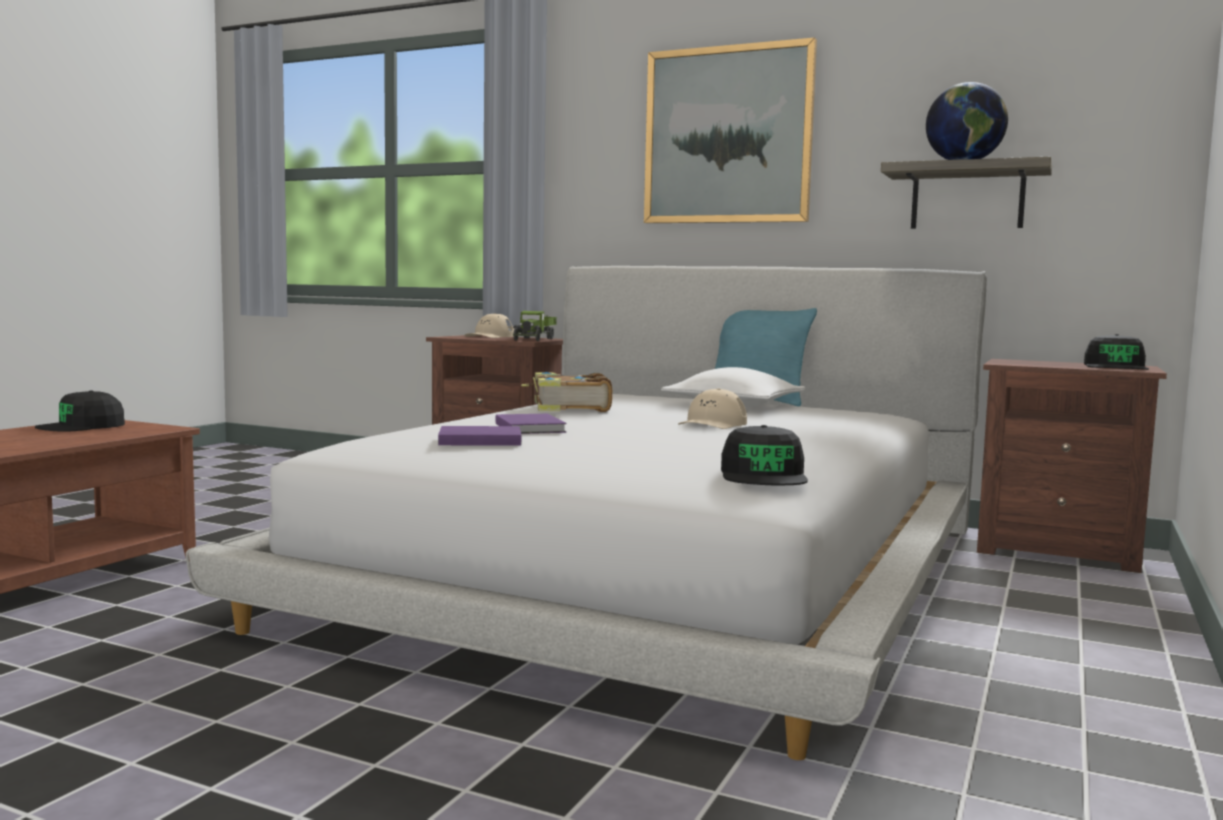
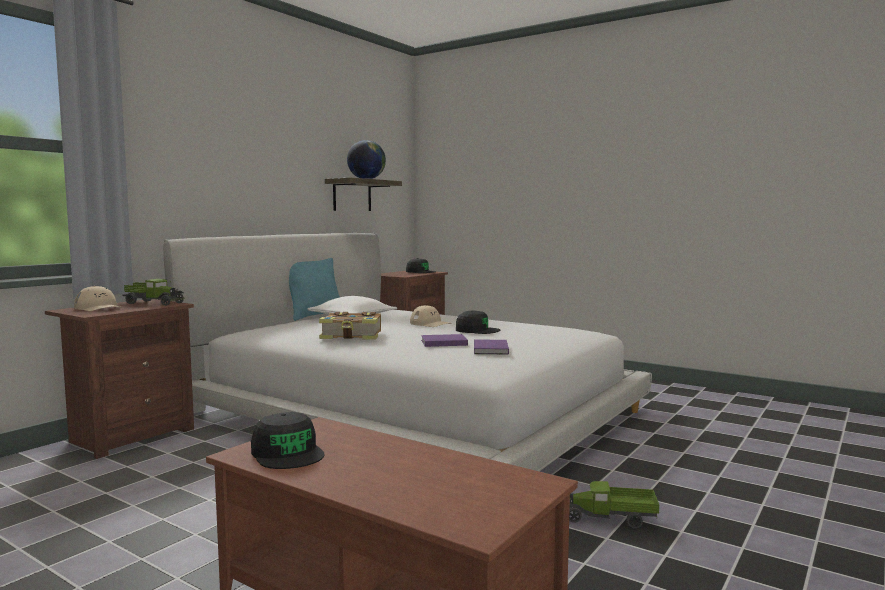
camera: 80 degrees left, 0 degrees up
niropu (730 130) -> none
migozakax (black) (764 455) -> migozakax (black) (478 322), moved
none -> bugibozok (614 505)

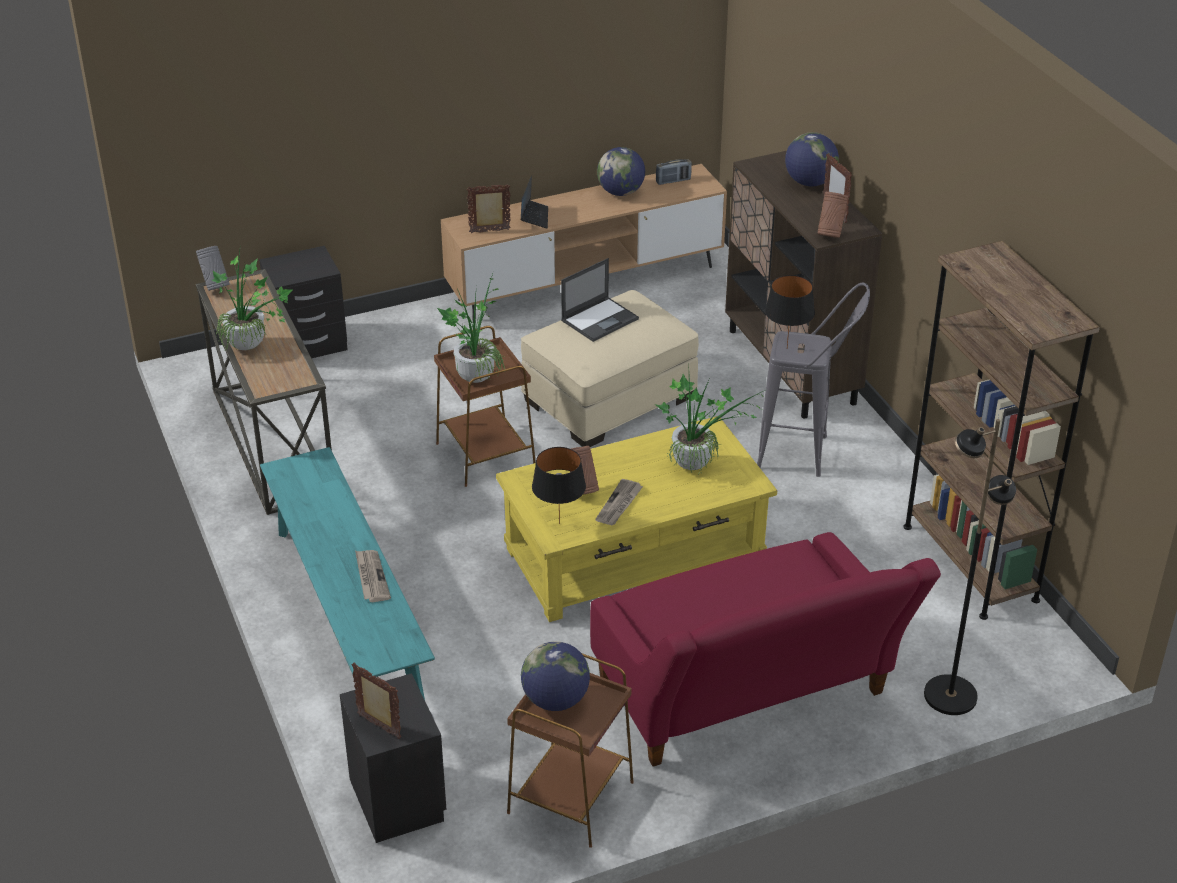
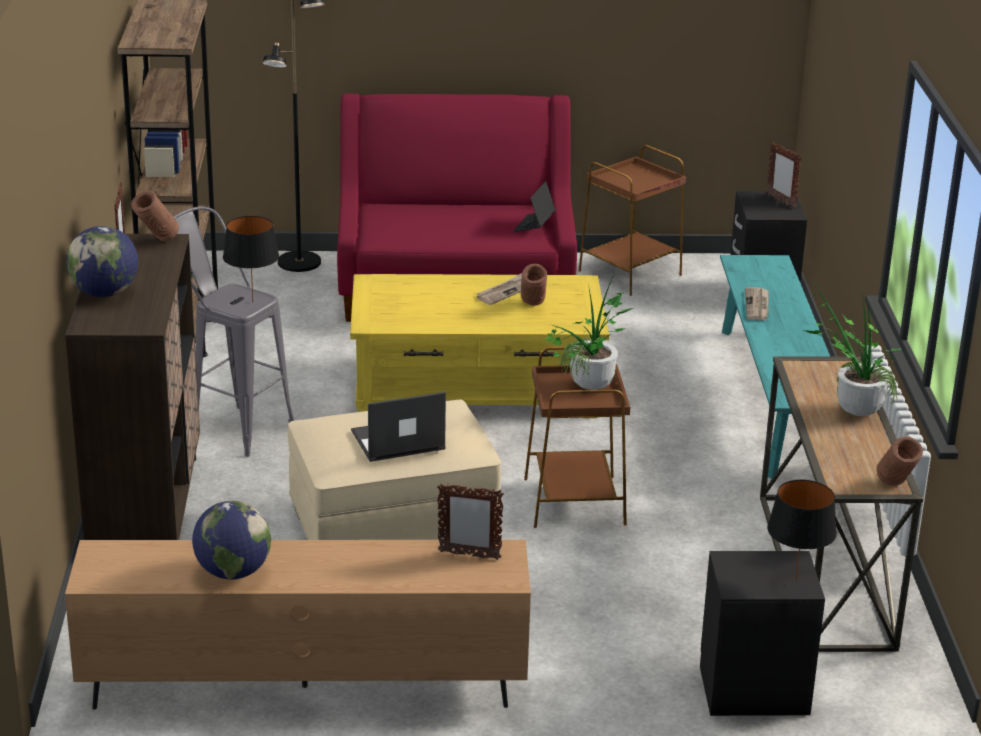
camera: 160 degrees left, 10 degrees down
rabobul (674 172) -> none
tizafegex (534 202) -> tizafegex (534 206), moved
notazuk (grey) (213 268) -> notazuk (brown) (899 461)
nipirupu (710 423) -> none
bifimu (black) (559 485) -> bifimu (black) (802 531), moved
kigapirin (555 676) -> none

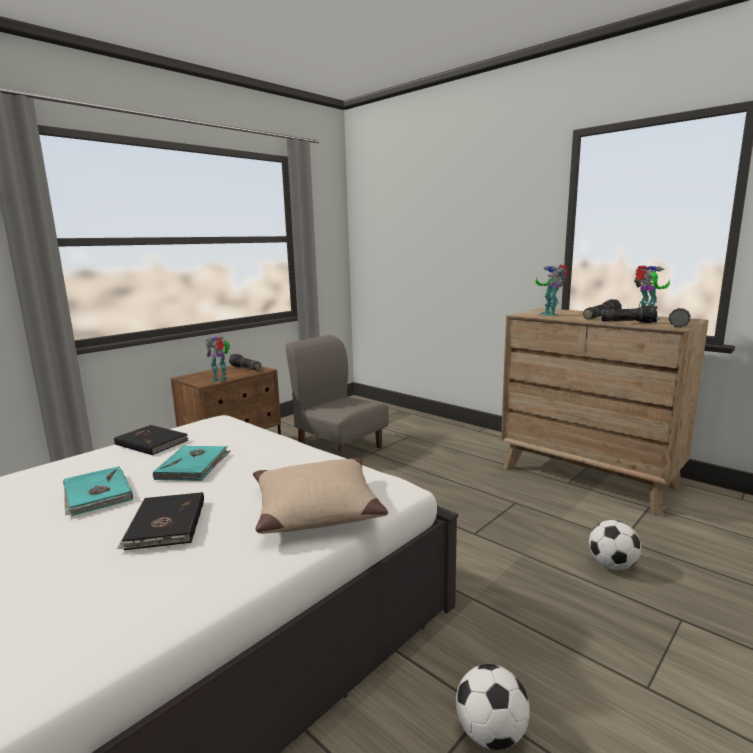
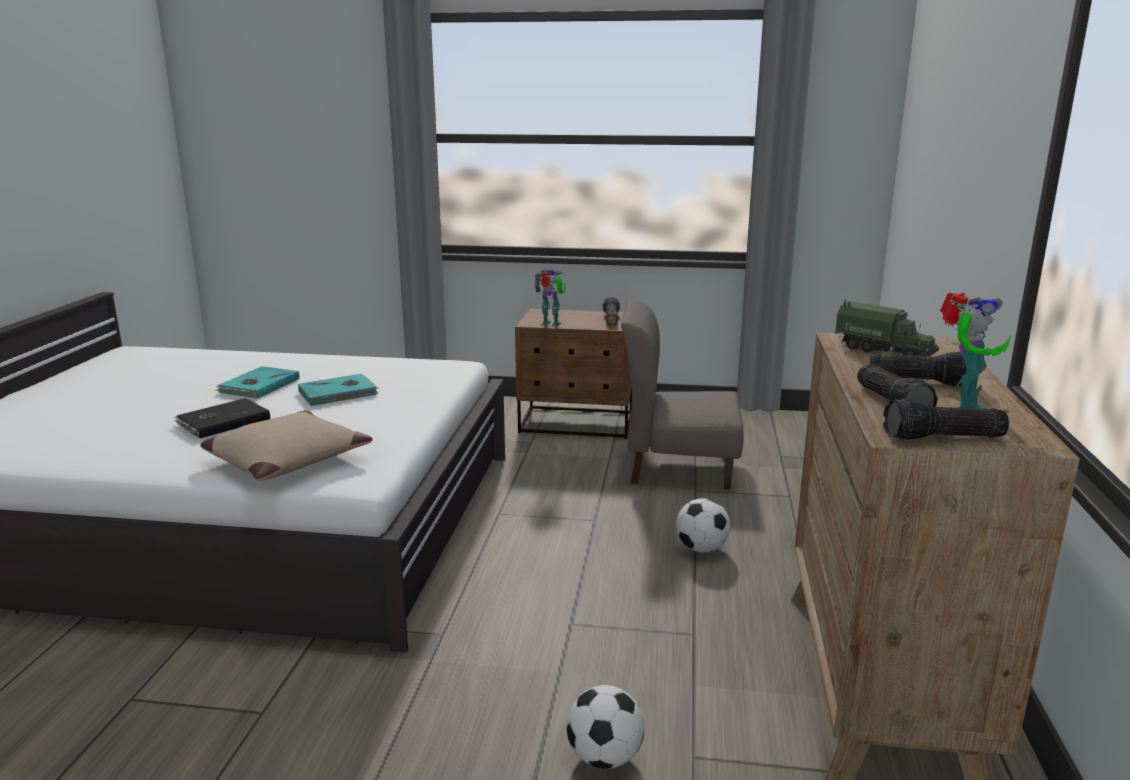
camera: 55 degrees right, 5 degrees up
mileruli (552 290) -> bugibozok (887 327)
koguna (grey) (337 396) -> koguna (grey) (682 394), 90 degrees counterclockwise
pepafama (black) (151 440) -> none
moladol (493 707) -> moladol (703 525), moved

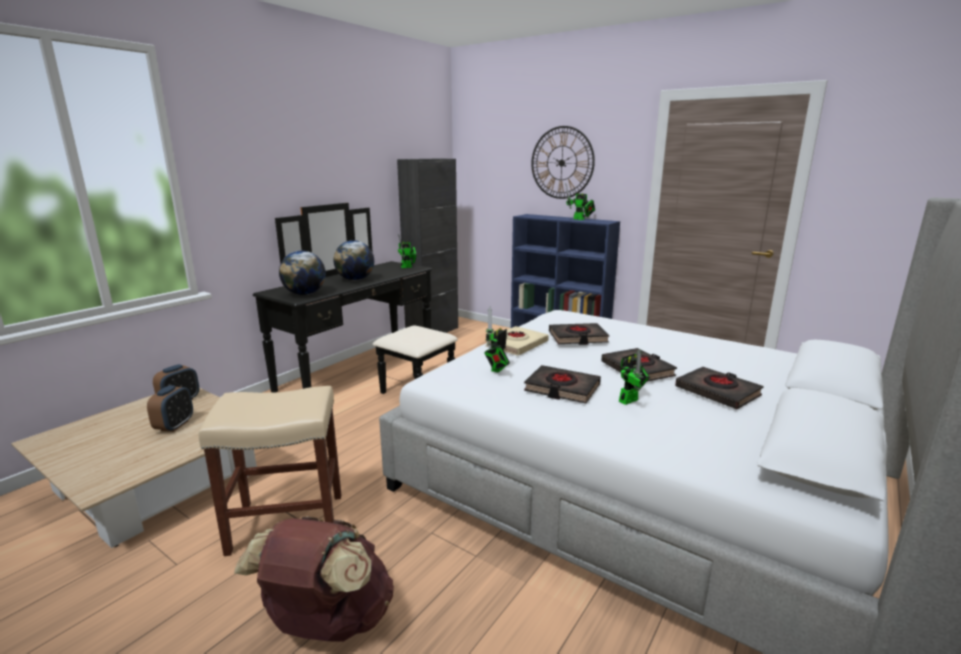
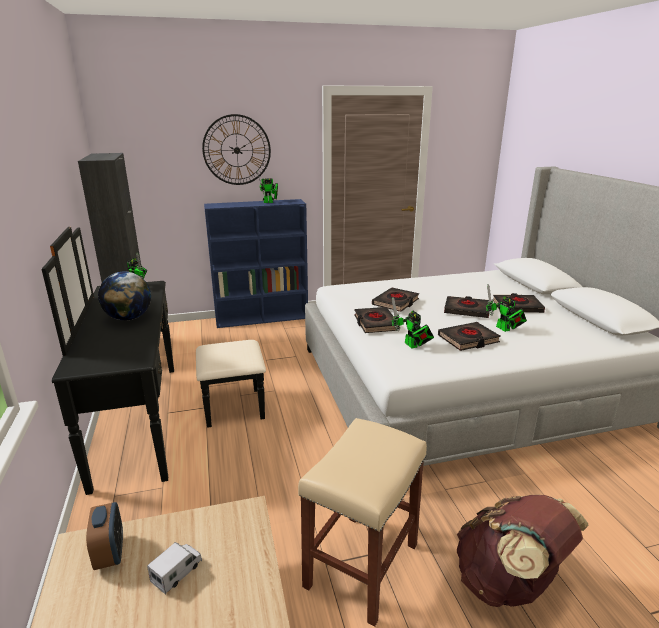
camera: 50 degrees left, 5 degrees up
kigapirin (302 273) -> none
pepafama (beige) (517 341) -> pepafama (black) (376 320)
mileruli (634 377) -> mileruli (506 308), 150 degrees clockwise
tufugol (170 408) -> bugibozok (174 568)

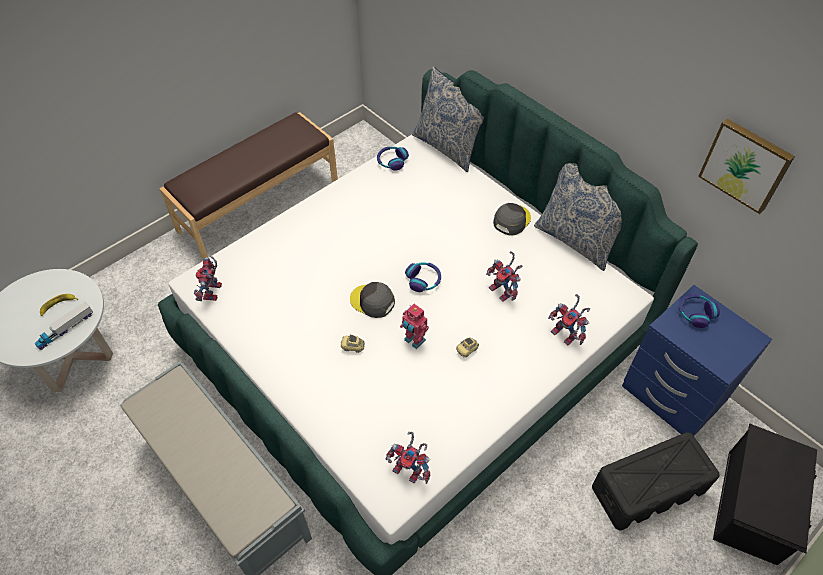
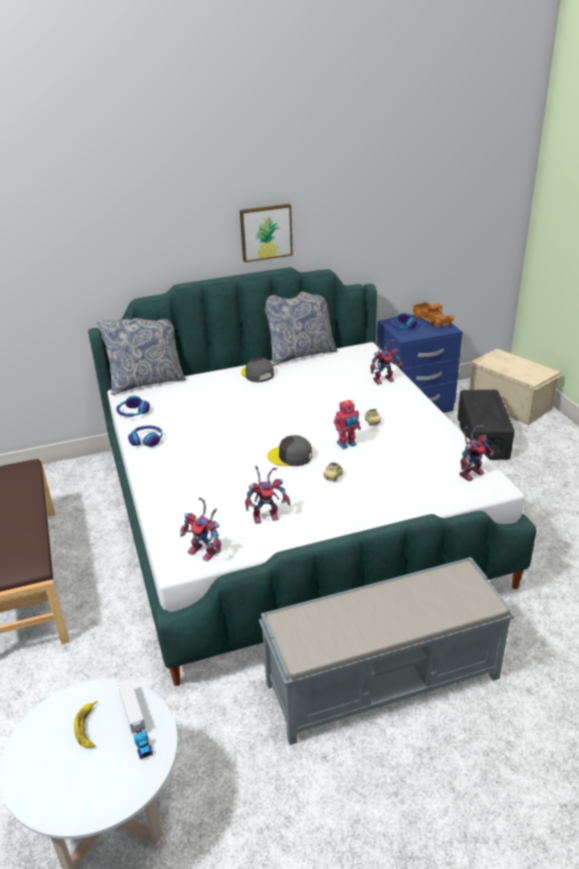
camera: 65 degrees left, 20 degrees down
niropu (746 166) -> niropu (266 233), moved
mileruli (504 276) -> mileruli (267 495), moved
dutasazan (423 277) -> dutasazan (145 436), moved
migozakax (grey) (372 300) -> migozakax (grey) (289 450), 45 degrees clockwise
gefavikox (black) (765 494) -> gefavikox (beige) (516 387)
none -> bugibozok (433 315)

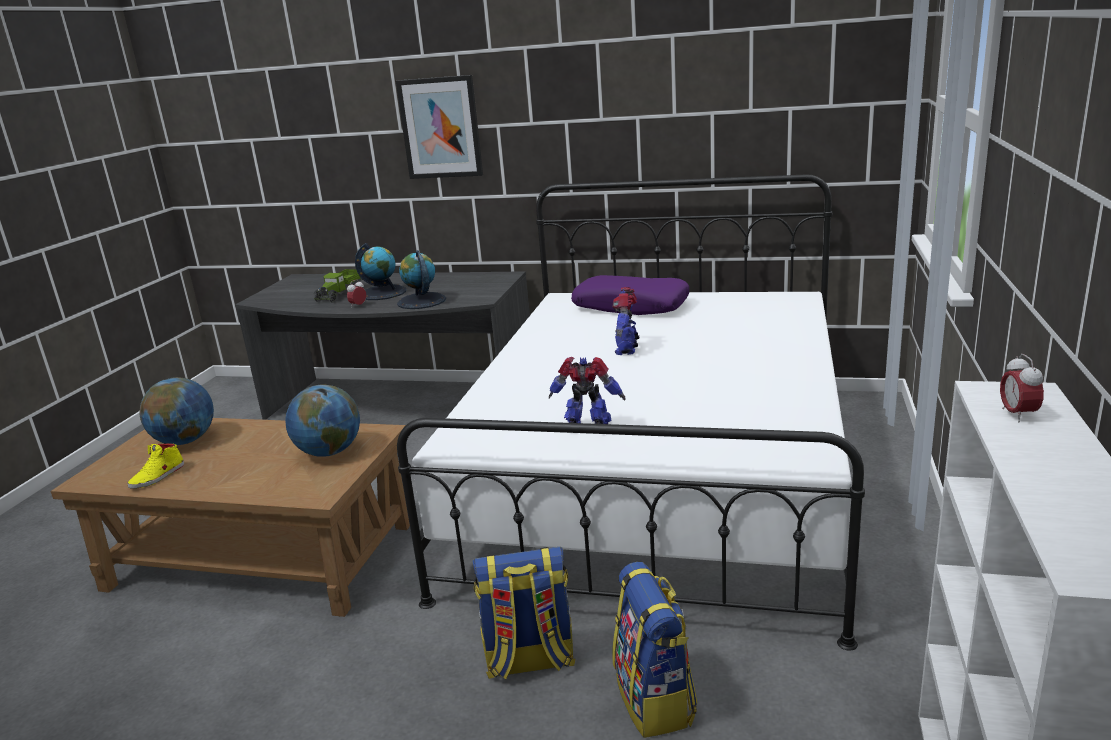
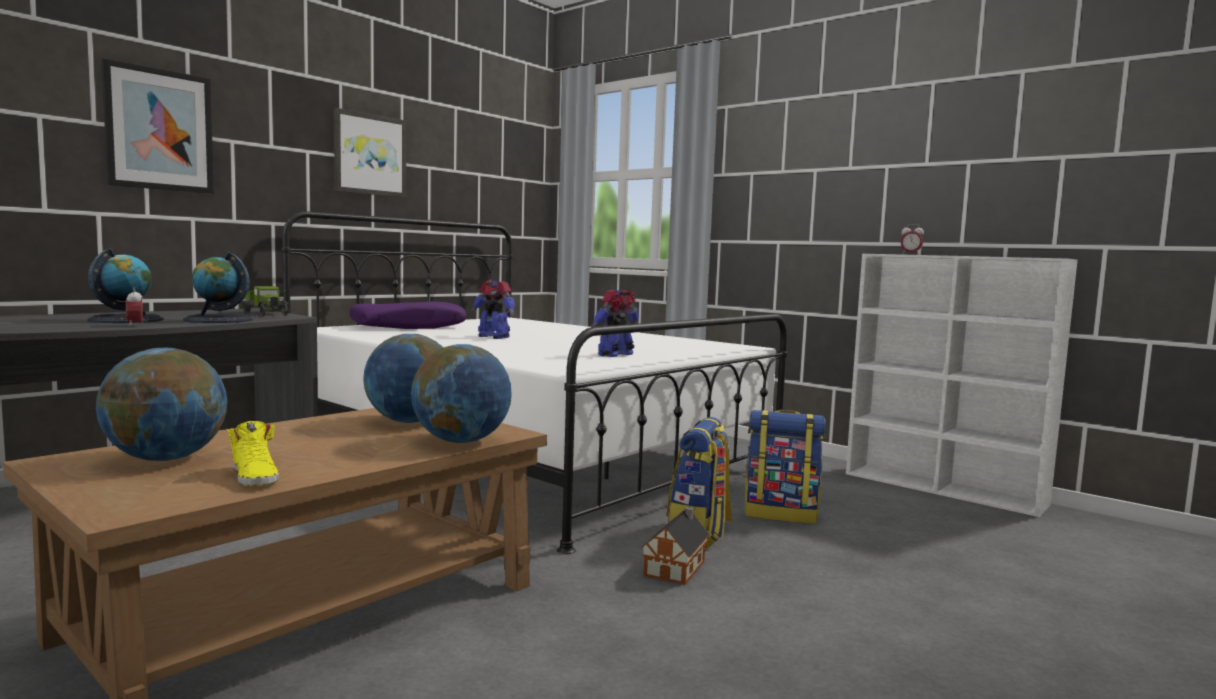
camera: 65 degrees left, 15 degrees down
bugibozok (337 286) -> bugibozok (265 301), moved
none -> niropu (370 153)
none -> kigapirin (461 393)
none -> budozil (675 545)

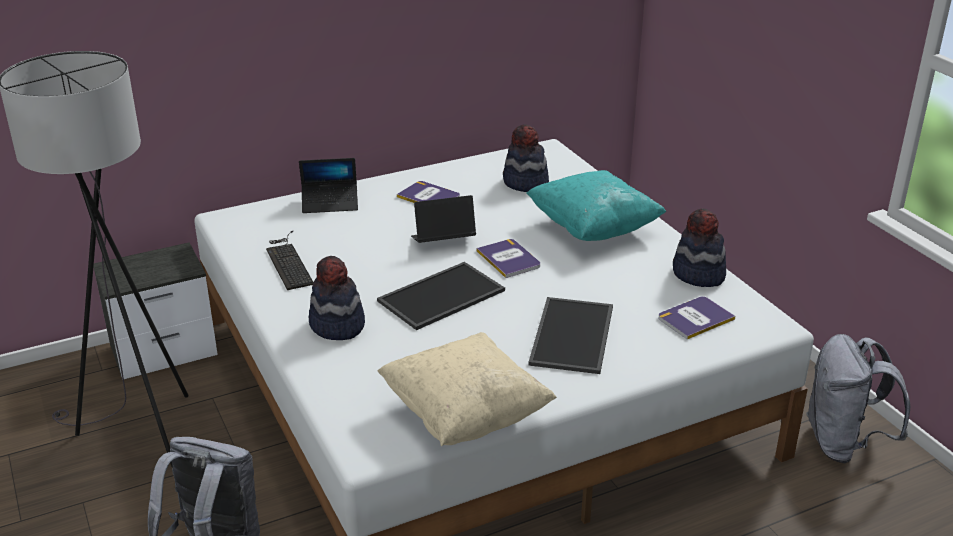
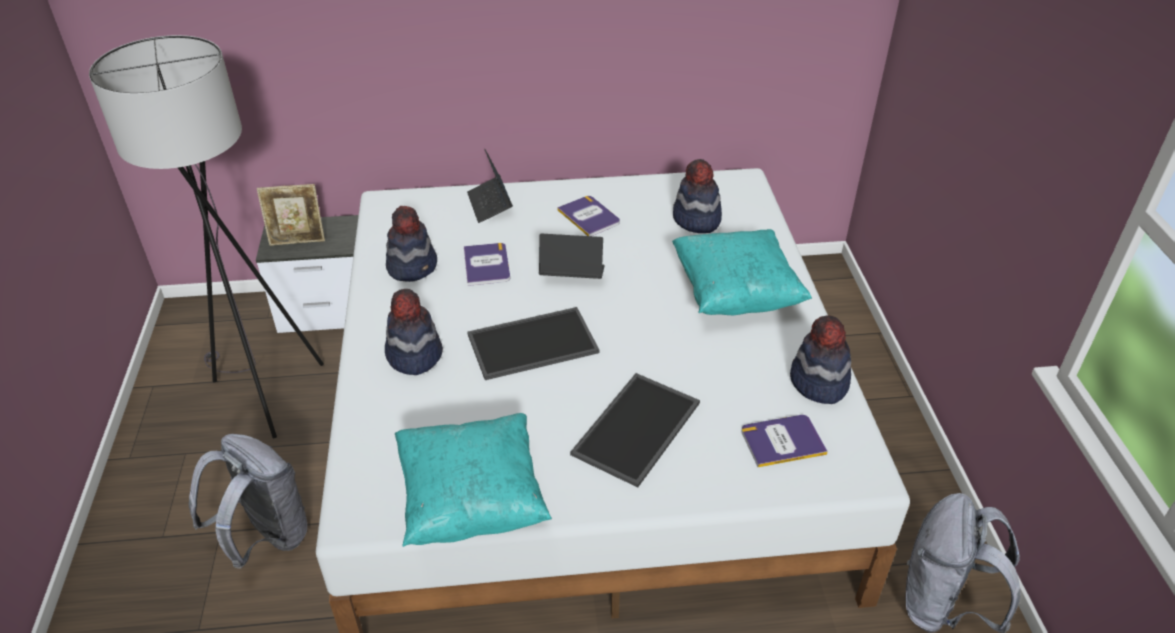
camera: 20 degrees right, 10 degrees up
tizafegex (328 185) -> tizafegex (490 186), 60 degrees clockwise
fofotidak (290 260) -> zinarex (411 244)
pepafama (508 258) -> pepafama (487 264), moved
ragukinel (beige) (467 389) -> ragukinel (turquoise) (473 480)
none -> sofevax (291 215)

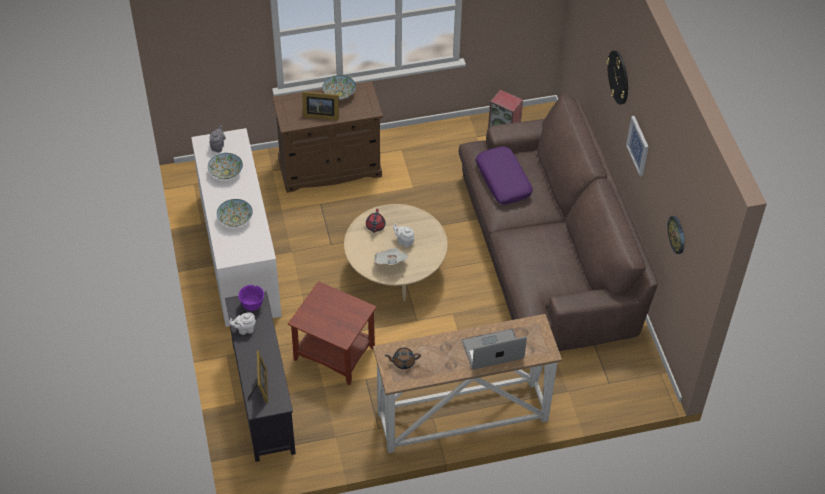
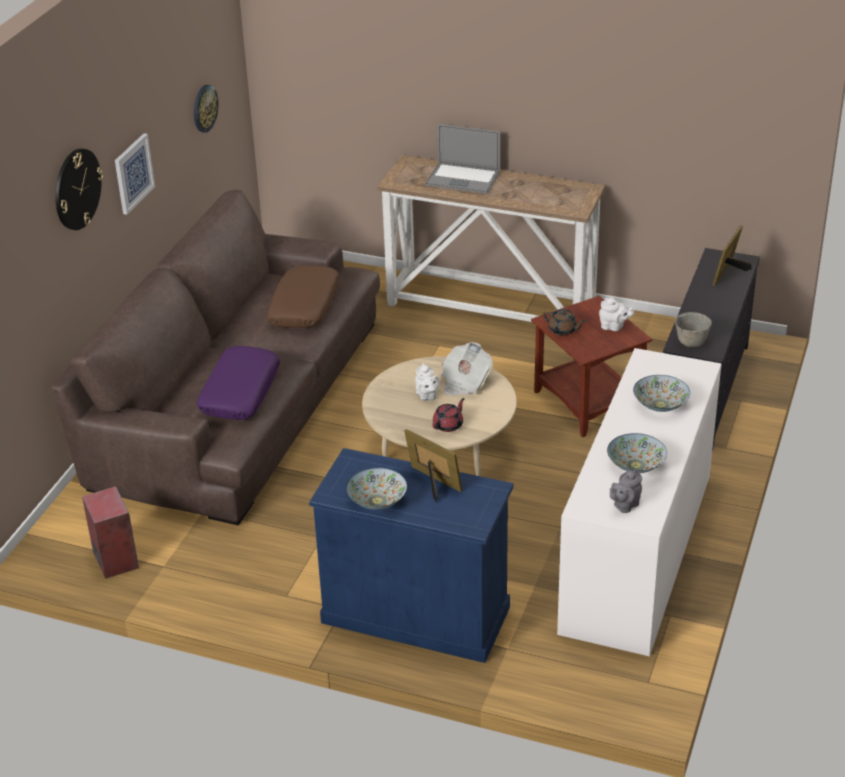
camera: 145 degrees left, 15 degrees down
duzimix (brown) (327 137) -> duzimix (blue) (411 555)
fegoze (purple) (251 298) -> fegoze (grey) (693 329)
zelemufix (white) (242 323) -> zelemufix (white) (617 314), moved
zelemufix (brown) (403 358) -> zelemufix (brown) (564 322), moved
none -> ragukinel (brown) (303 296)

